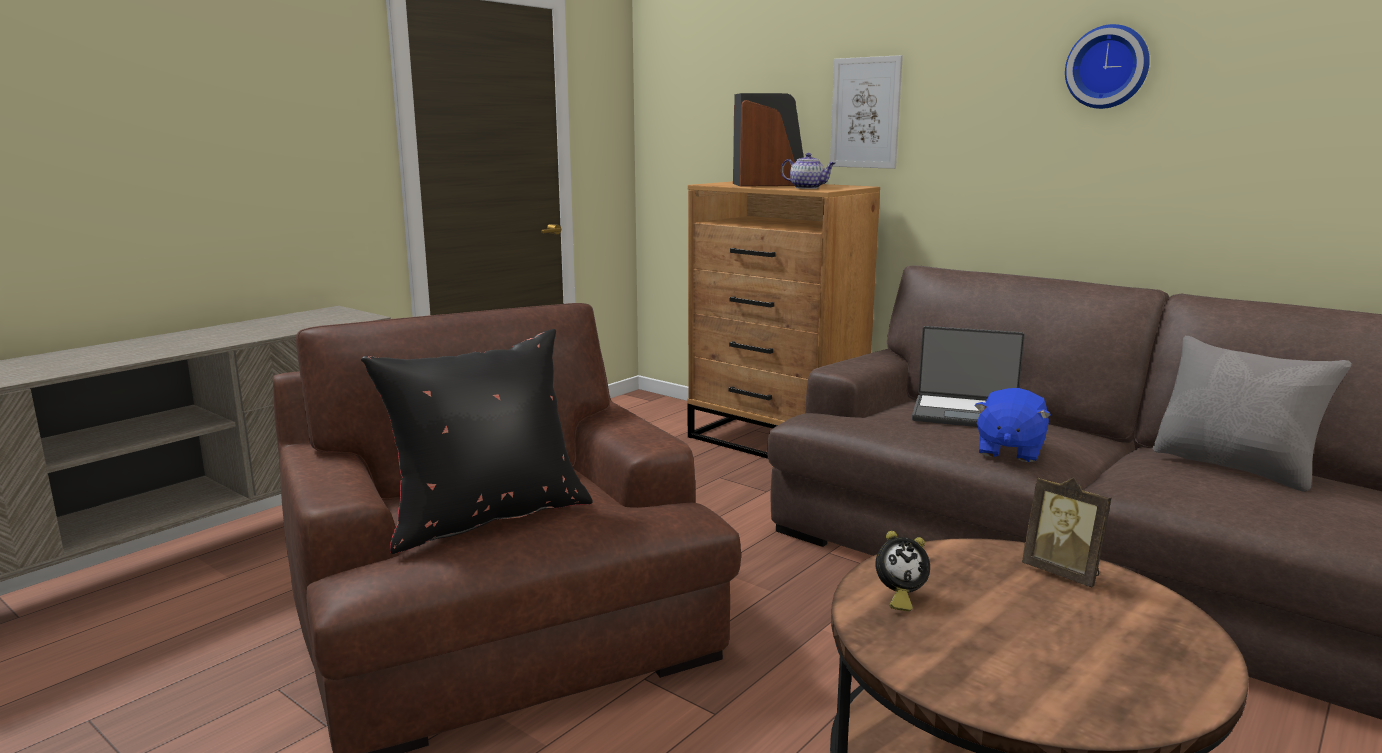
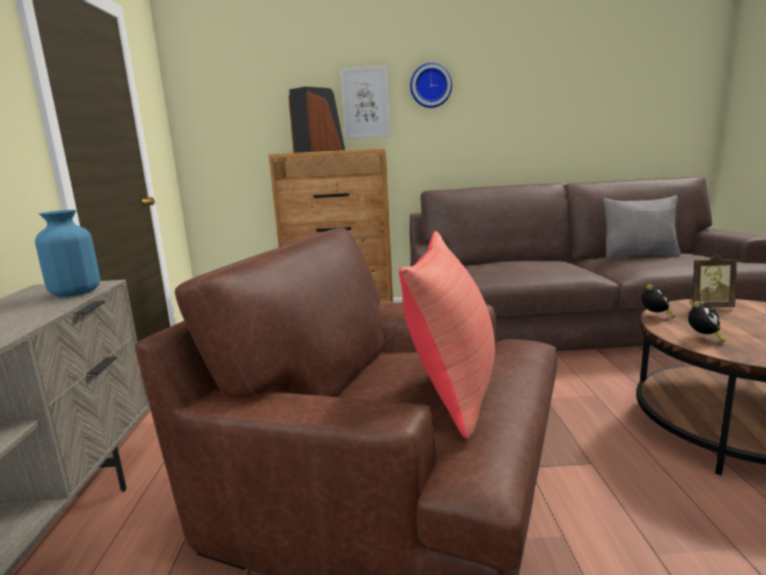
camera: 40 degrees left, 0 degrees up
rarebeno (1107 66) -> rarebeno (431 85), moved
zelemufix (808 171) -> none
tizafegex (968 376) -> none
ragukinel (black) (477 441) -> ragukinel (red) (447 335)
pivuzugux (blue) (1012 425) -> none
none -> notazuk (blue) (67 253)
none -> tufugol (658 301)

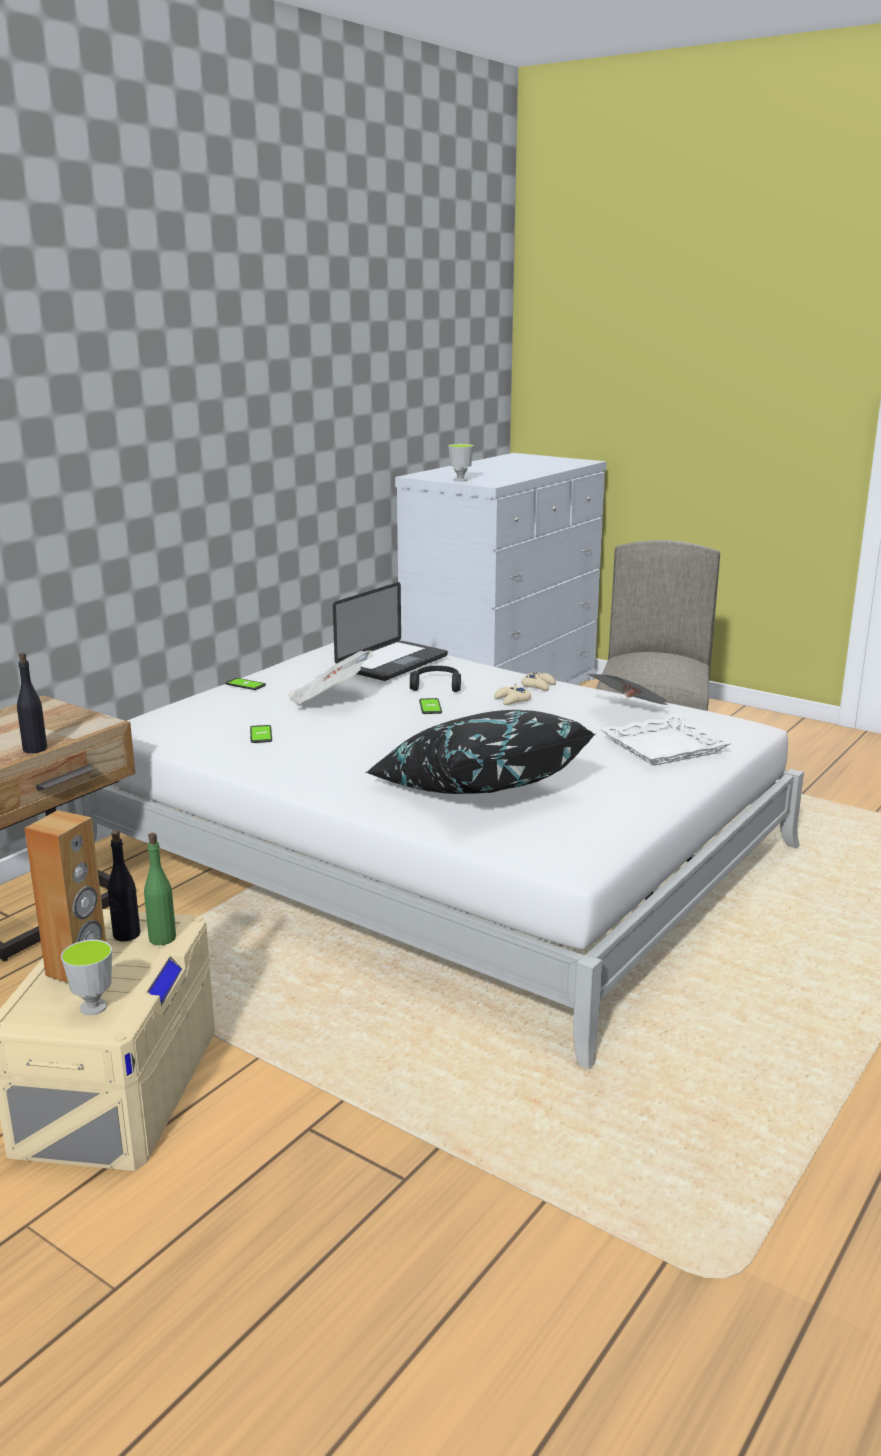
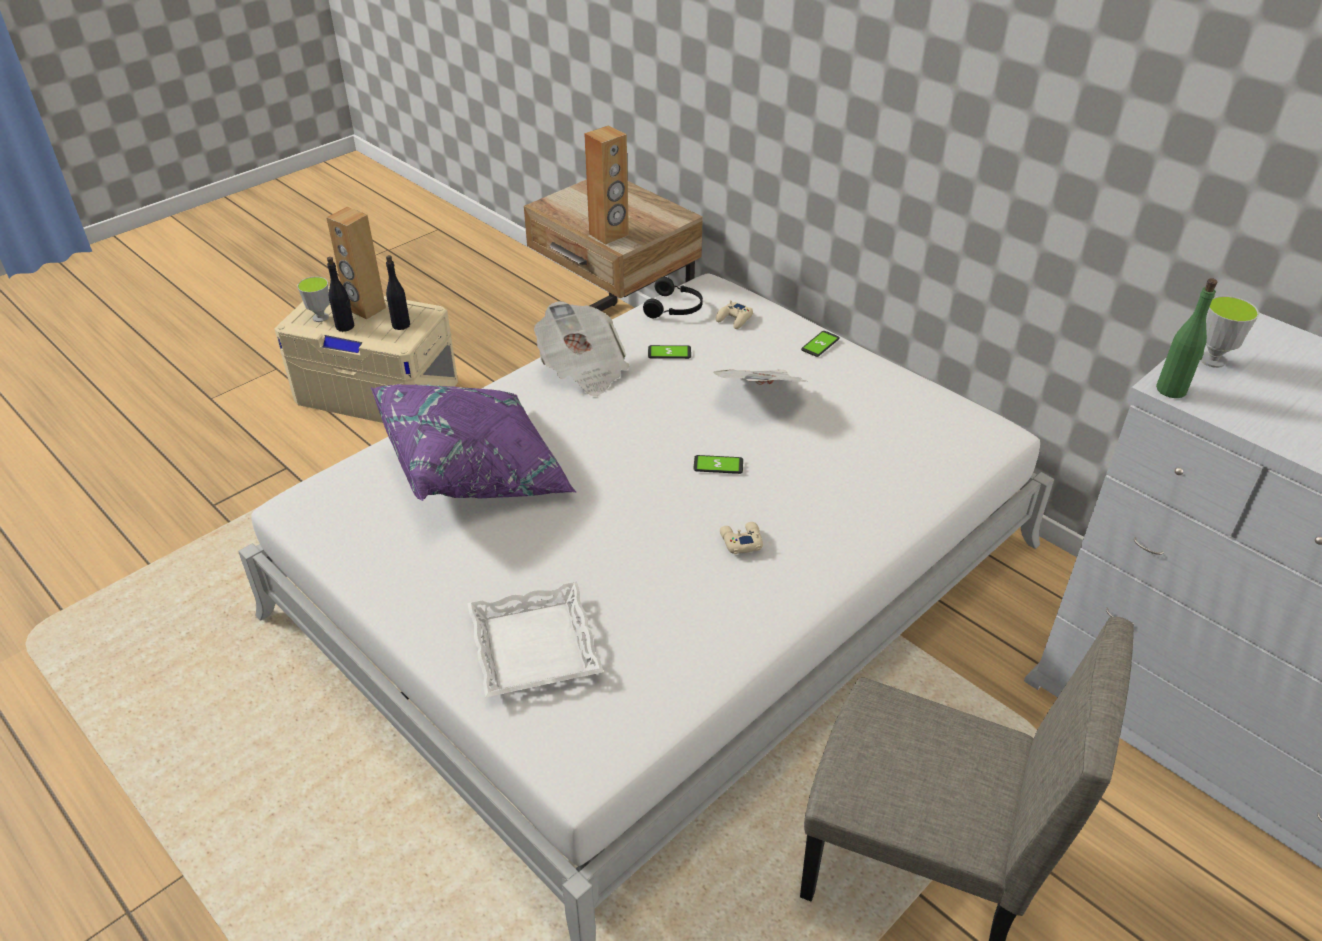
camera: 100 degrees right, 20 degrees up
tizafegex (390 631) -> none
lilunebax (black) (32 703) -> lilunebax (black) (340 294), moved
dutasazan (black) (435 679) -> dutasazan (black) (673 297), moved
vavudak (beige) (538 681) -> vavudak (beige) (734 314), moved
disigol (628 689) -> disigol (582 348), moved
ragukinel (black) (480 752) -> ragukinel (purple) (473 442)
lilunebax (green) (160 889) -> lilunebax (green) (1187 338), moved
none -> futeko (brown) (606 185)

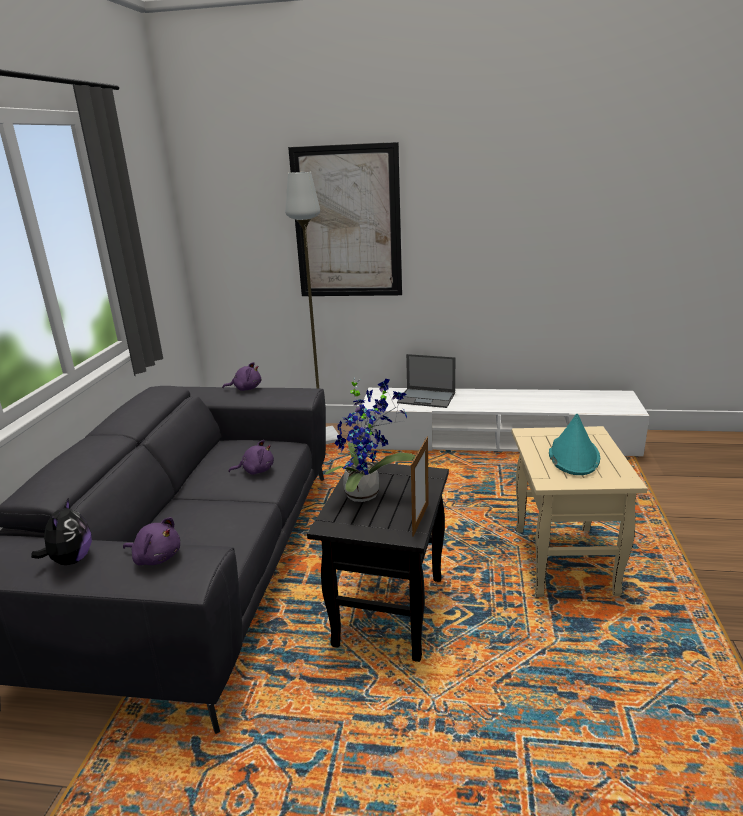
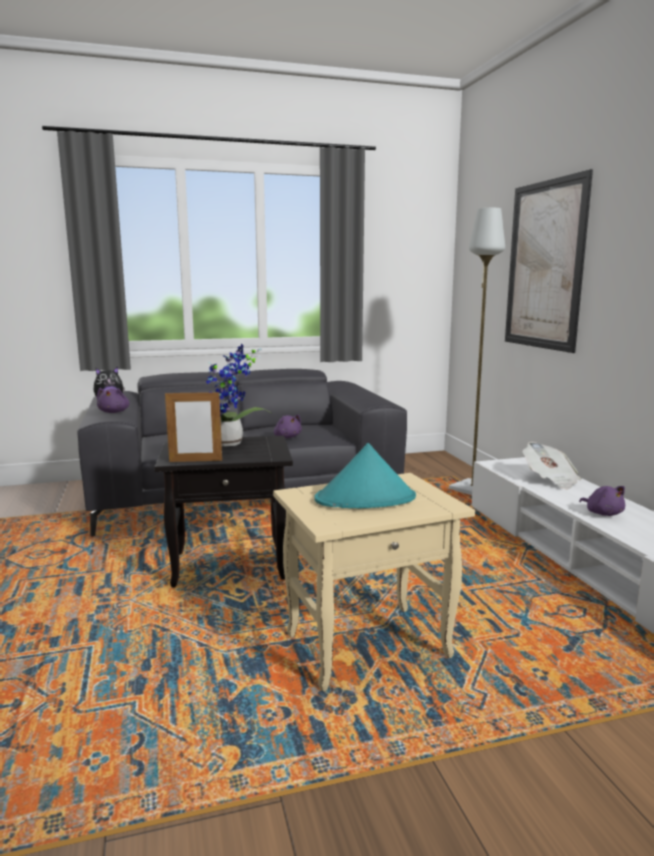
camera: 65 degrees right, 10 degrees down
tizafegex (426 381) -> disigol (552 466)
pivuzugux (purple) (241 376) -> pivuzugux (purple) (602 501), moved

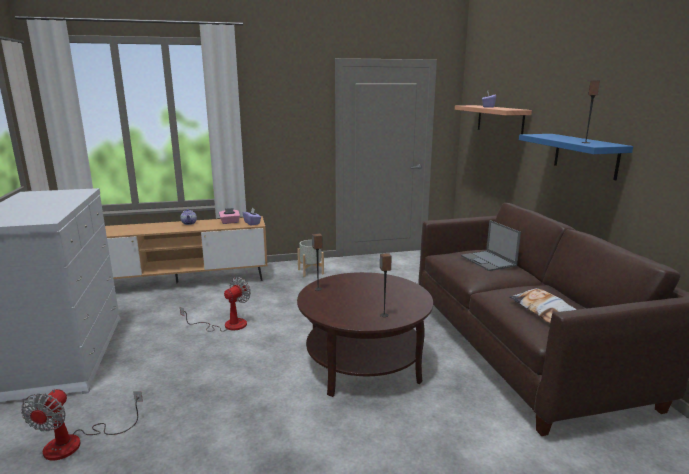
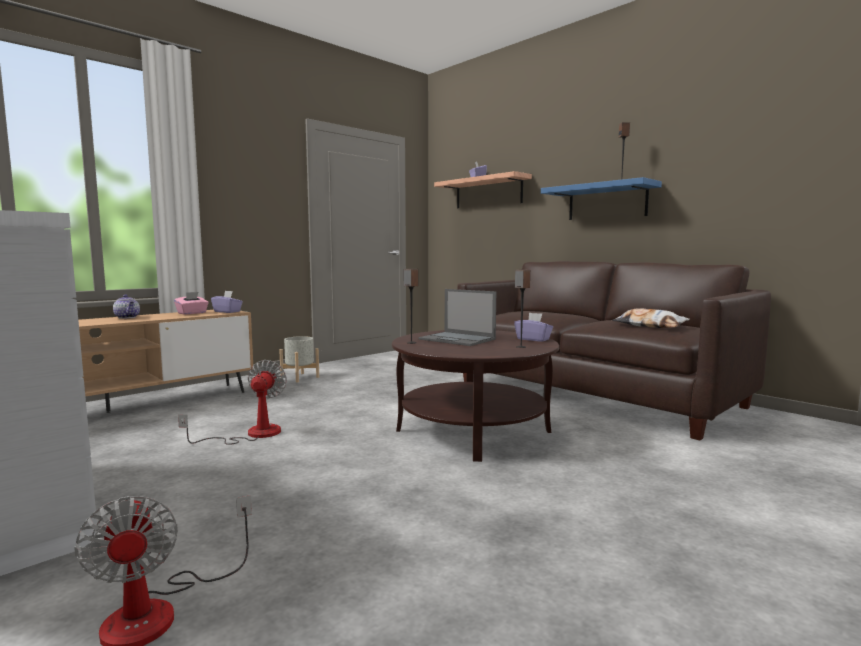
camera: 30 degrees left, 10 degrees down
tizafegex (491 245) -> tizafegex (457 317), moved
none -> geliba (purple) (533 327)

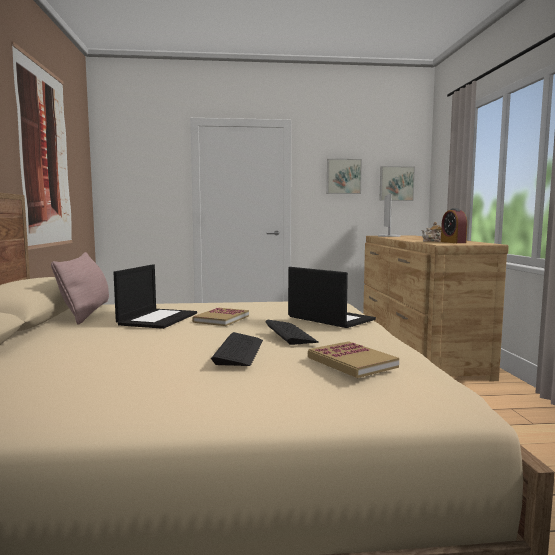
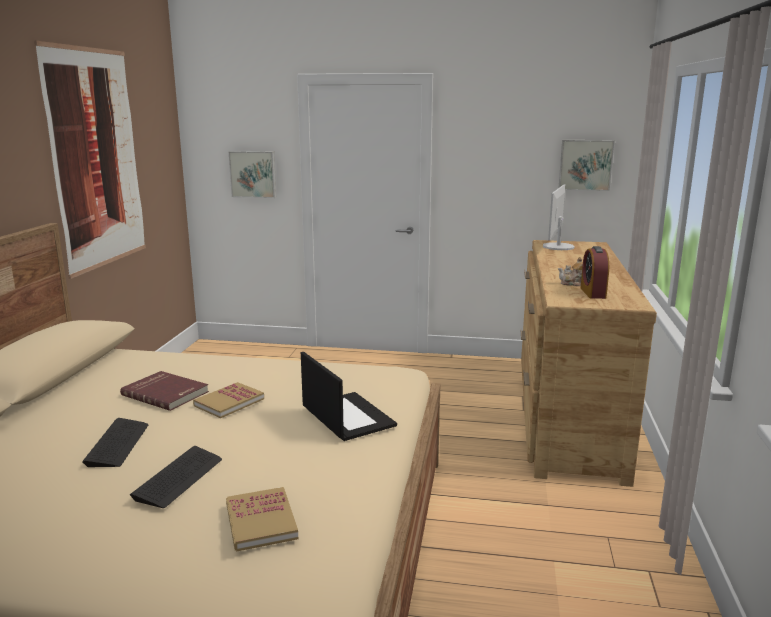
camera: 15 degrees right, 10 degrees up
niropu (344 176) -> niropu (252 174), moved
ragukinel (pink) (80 288) -> none
tizafegex (155 296) -> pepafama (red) (164 391)
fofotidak (292 332) -> fofotidak (115 442), moved

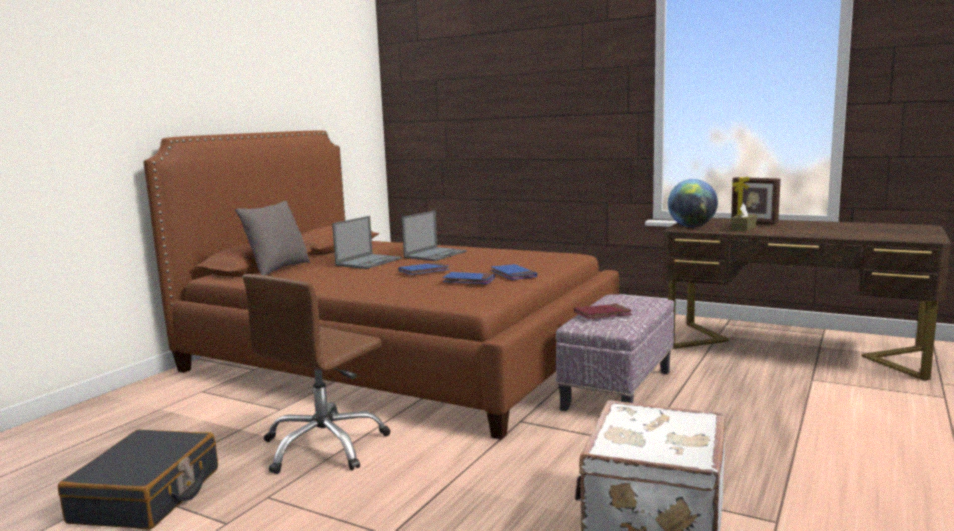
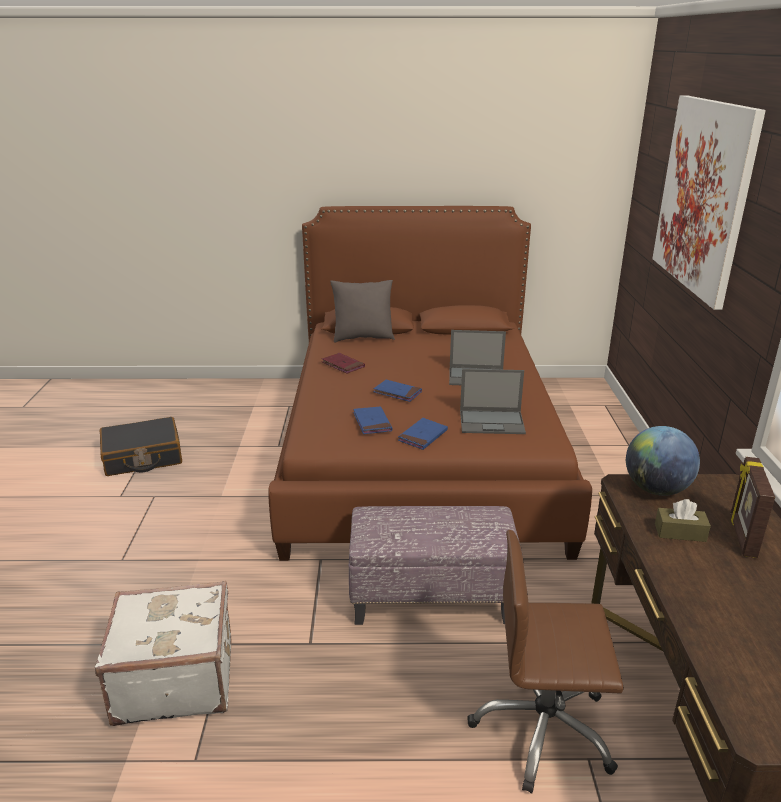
camera: 60 degrees right, 15 degrees up
tizafegex (367 242) -> tizafegex (493 401), moved
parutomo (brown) (316 374) -> parutomo (brown) (546 662), moved
pepafama (red) (603 311) -> pepafama (red) (343 363), moved
none -> niropu (709 202)

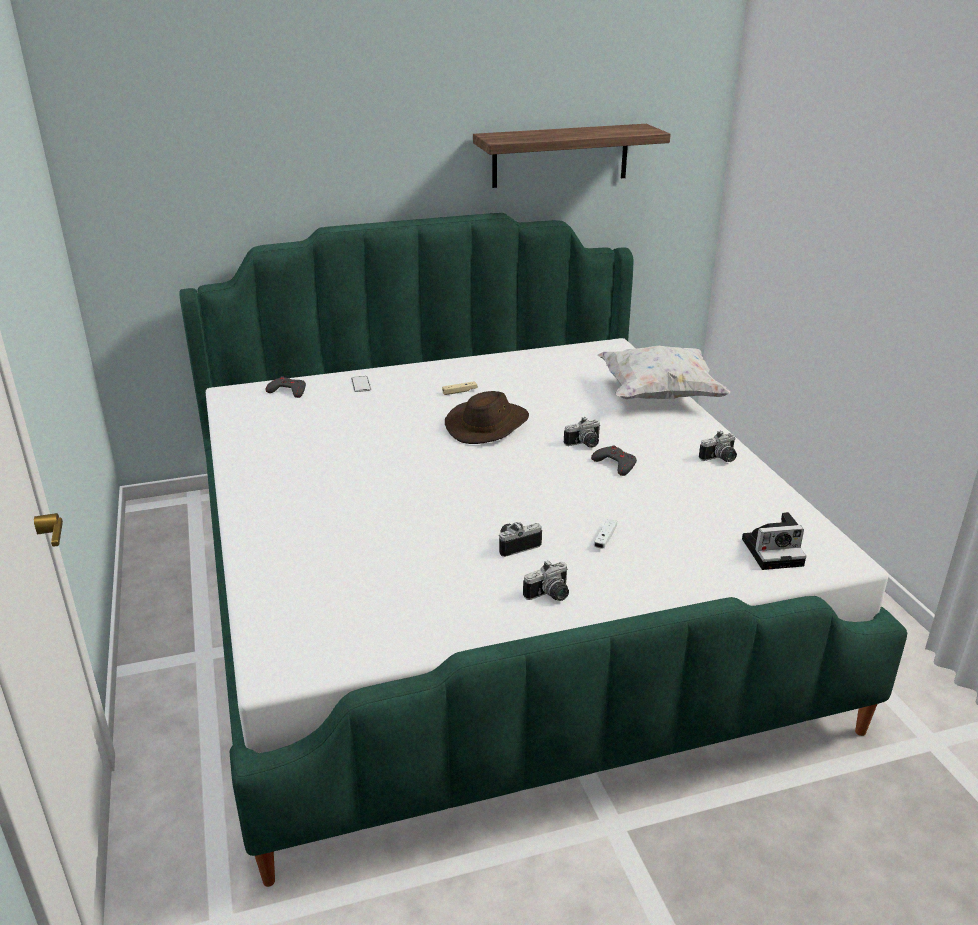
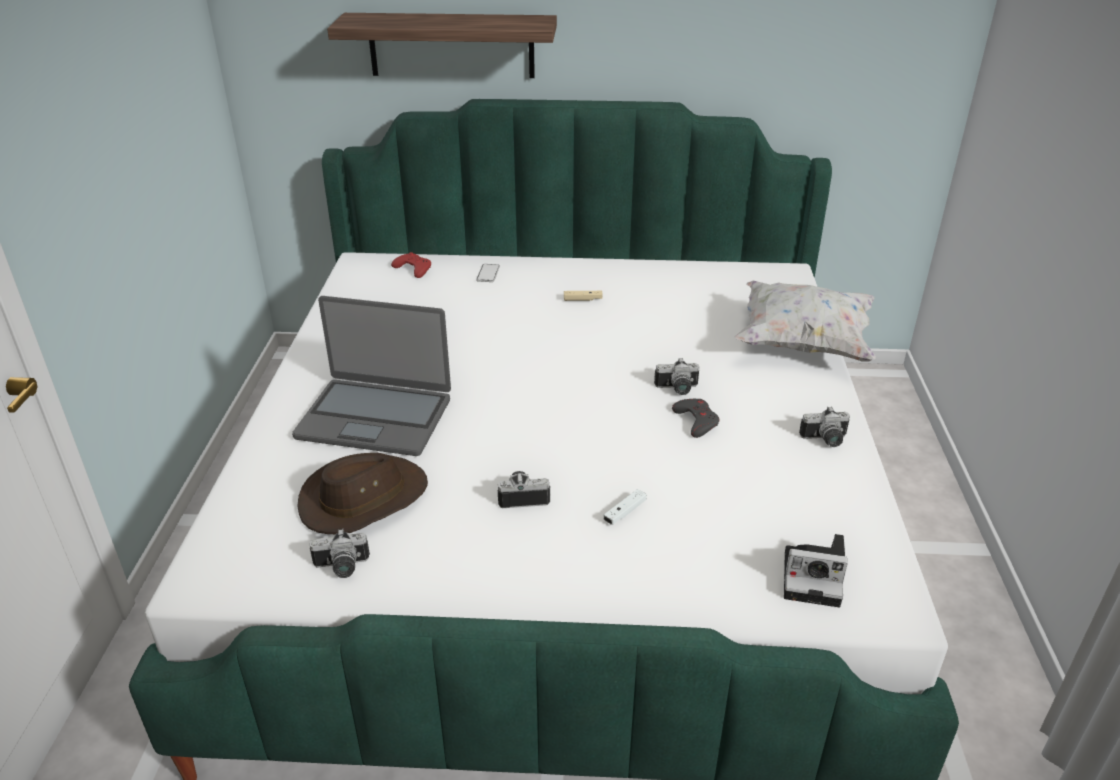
camera: 20 degrees right, 5 degrees up
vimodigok (572 156) -> vimodigok (442 45), moved
vavudak (grey) (286 387) -> vavudak (red) (411 265)
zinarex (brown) (487 417) -> zinarex (brown) (362 493), moved
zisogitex (546 580) -> zisogitex (340 553), moved
none -> tizafegex (371 376)

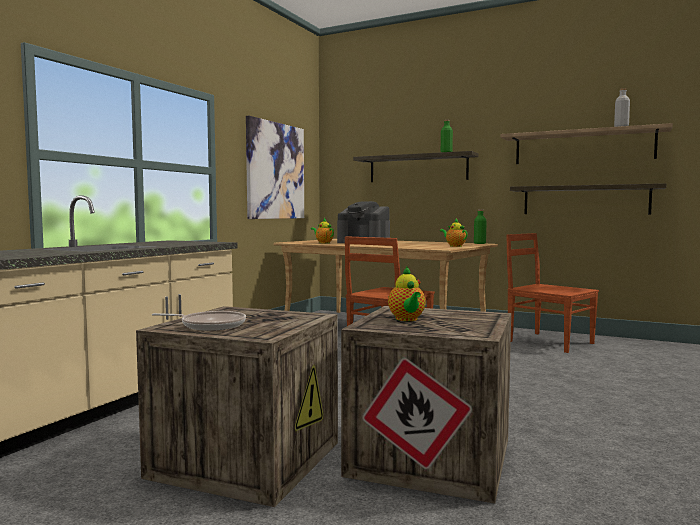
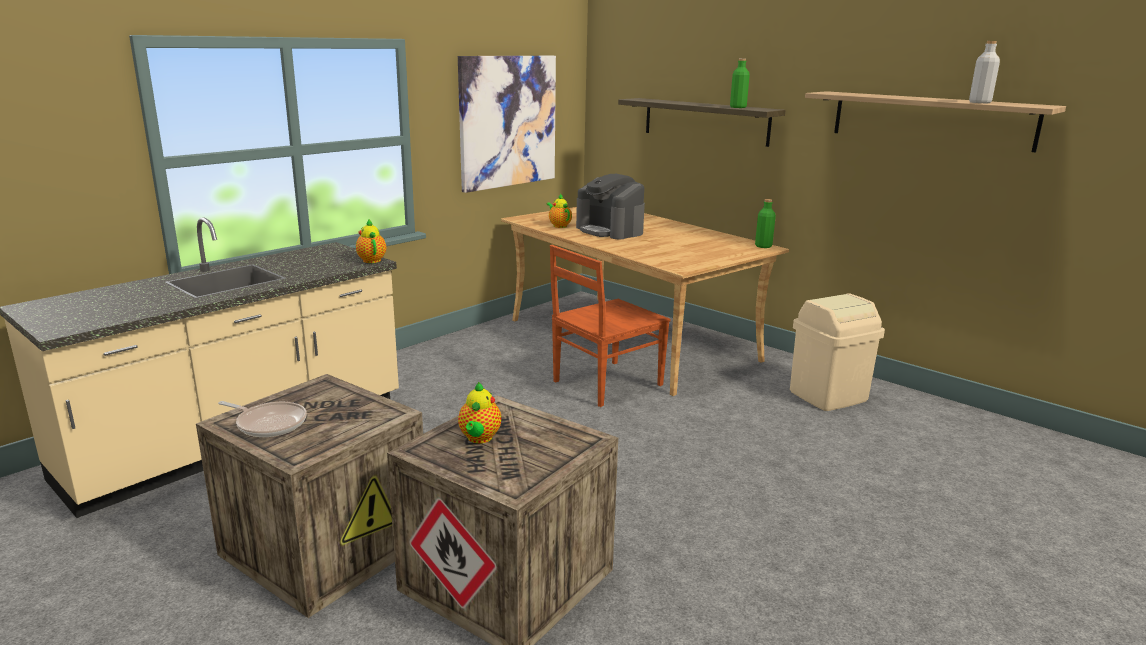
camera: 15 degrees right, 15 degrees up
vimodigok (588 198) -> none
zelemufix (454 233) -> zelemufix (371 241), moved
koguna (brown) (552 293) -> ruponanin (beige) (837 352)

